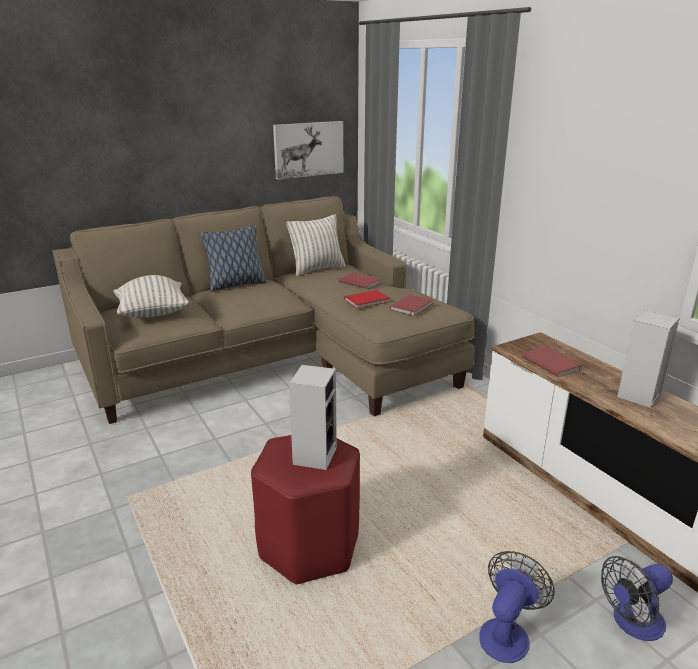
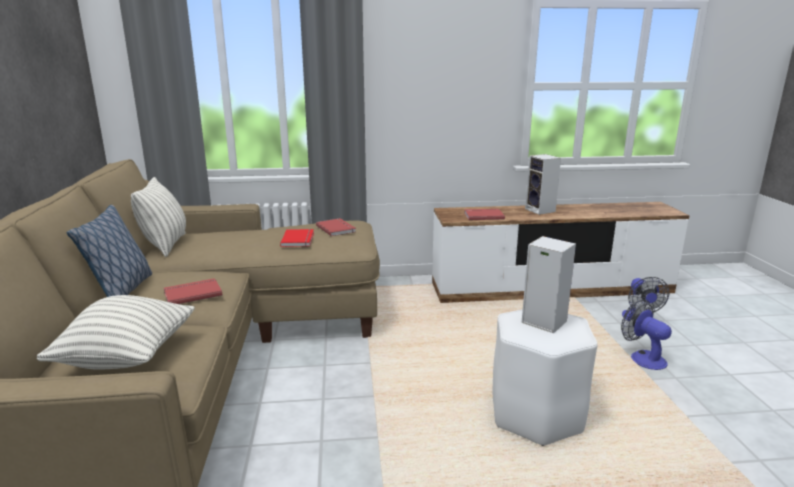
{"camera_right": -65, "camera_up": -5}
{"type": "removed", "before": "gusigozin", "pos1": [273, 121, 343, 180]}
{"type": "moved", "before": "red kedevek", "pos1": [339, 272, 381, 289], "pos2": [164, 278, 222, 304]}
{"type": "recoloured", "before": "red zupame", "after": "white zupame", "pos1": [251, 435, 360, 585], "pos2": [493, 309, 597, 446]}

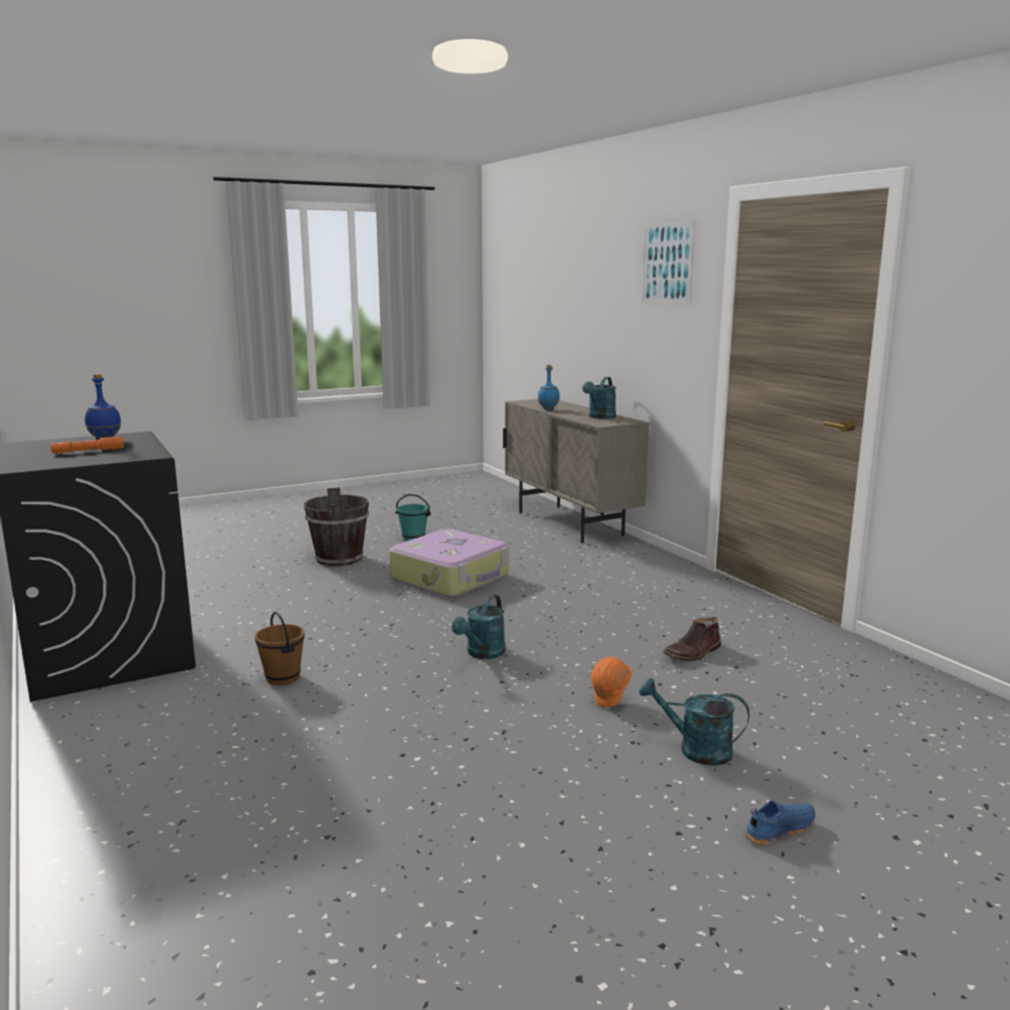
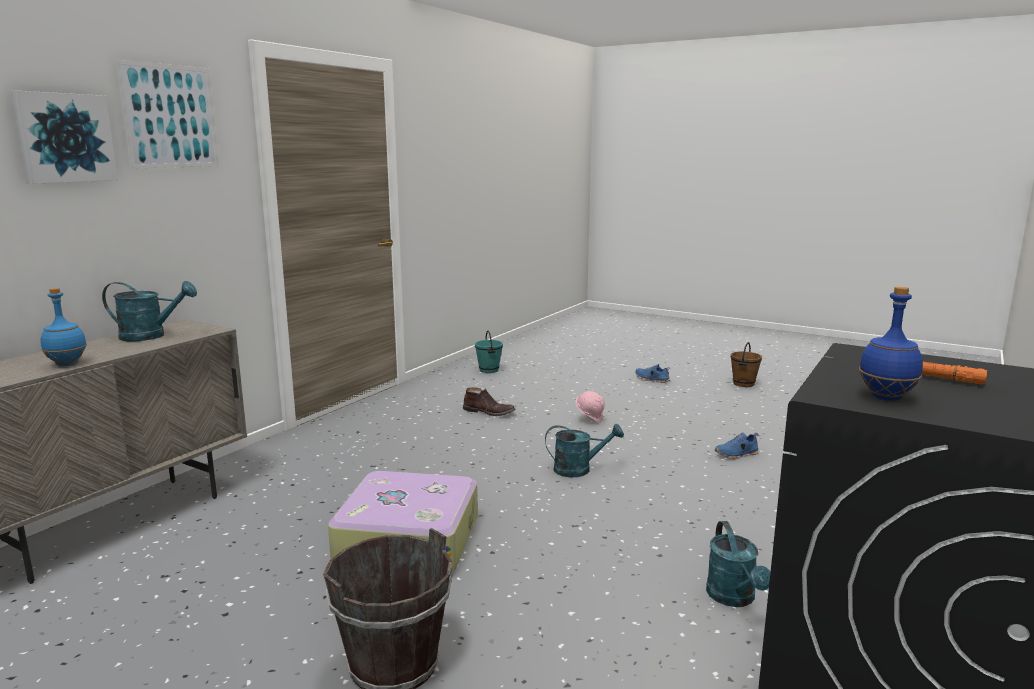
{"camera_right": -120, "camera_up": 0}
{"type": "moved", "before": "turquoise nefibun", "pos1": [395, 494, 431, 541], "pos2": [475, 331, 503, 373]}
{"type": "moved", "before": "brown nefibun", "pos1": [254, 612, 305, 685], "pos2": [731, 342, 762, 387]}
{"type": "recoloured", "before": "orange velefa", "after": "pink velefa", "pos1": [591, 657, 632, 708], "pos2": [575, 391, 605, 423]}
{"type": "moved", "before": "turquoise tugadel", "pos1": [639, 678, 750, 766], "pos2": [706, 521, 770, 607]}
{"type": "added", "after": "gusigozin", "pos2": [11, 91, 118, 184]}
{"type": "added", "after": "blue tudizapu", "pos2": [715, 432, 759, 459]}

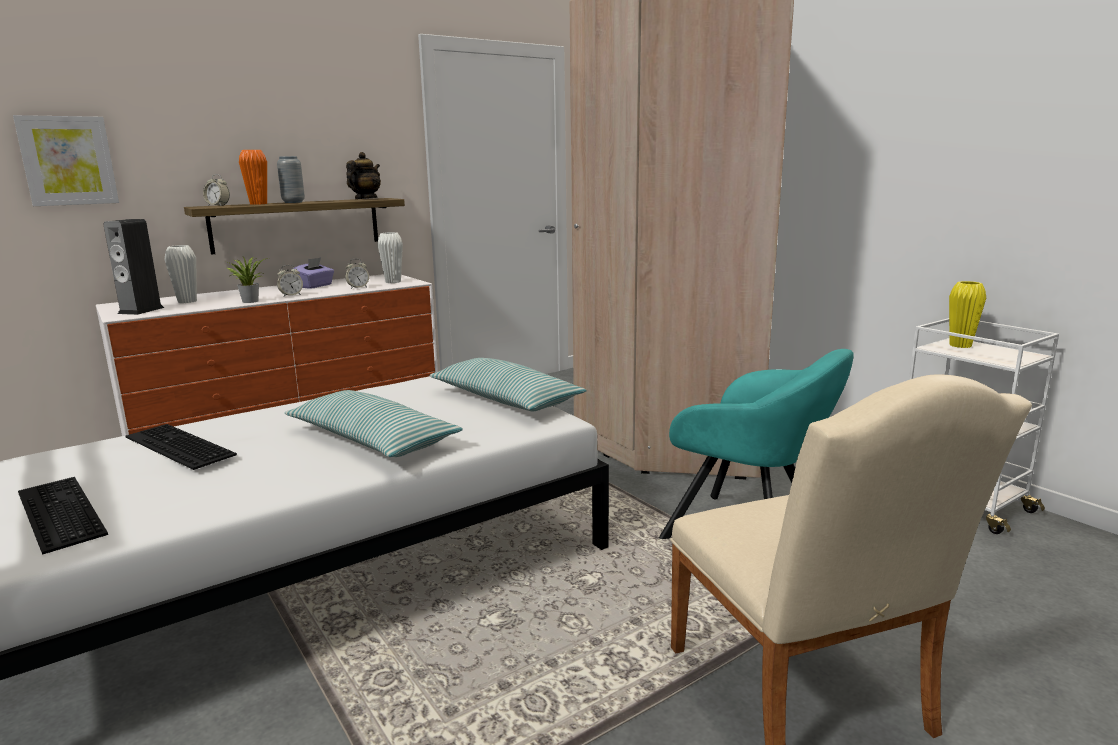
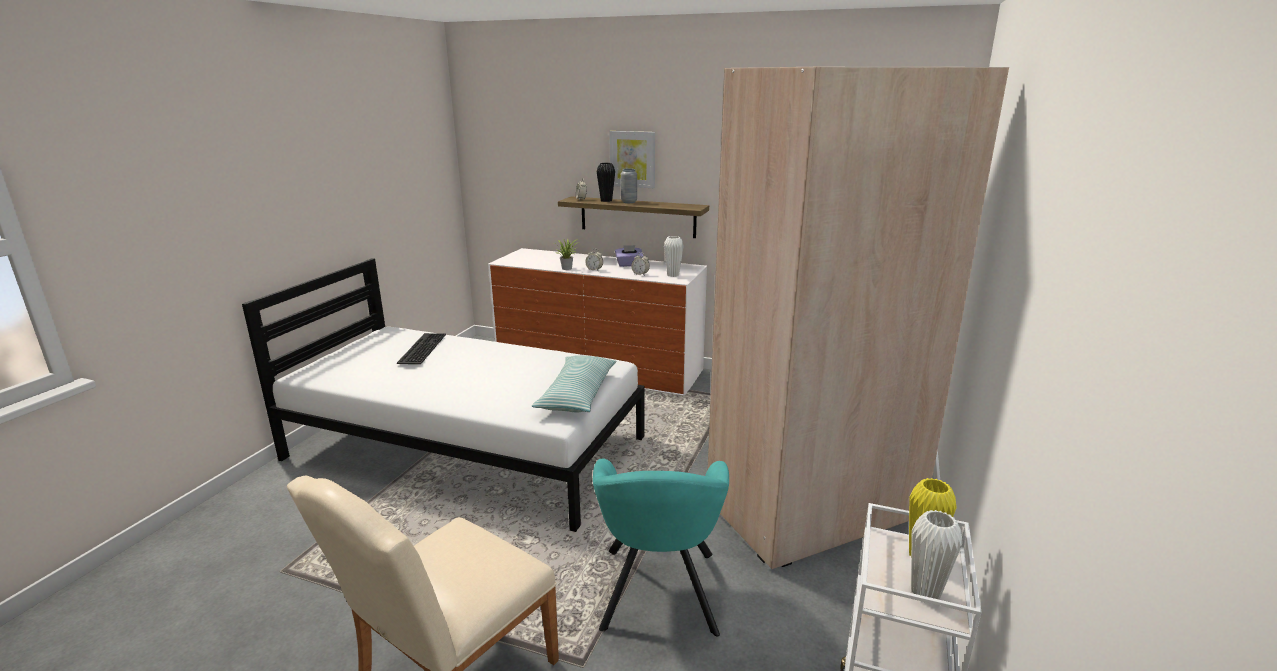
{"camera_right": 55, "camera_up": 5}
{"type": "moved", "before": "gusigozin", "pos1": [13, 115, 119, 206], "pos2": [609, 131, 655, 188]}
{"type": "recoloured", "before": "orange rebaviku", "after": "black rebaviku", "pos1": [239, 150, 267, 205], "pos2": [597, 163, 615, 202]}
{"type": "removed", "before": "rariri", "pos1": [346, 152, 381, 199]}
{"type": "removed", "before": "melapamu", "pos1": [103, 219, 164, 315]}
{"type": "moved", "before": "white rebaviku", "pos1": [164, 245, 197, 303], "pos2": [911, 510, 963, 600]}
{"type": "removed", "before": "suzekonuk", "pos1": [285, 390, 463, 457]}
{"type": "removed", "before": "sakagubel", "pos1": [18, 477, 108, 555]}

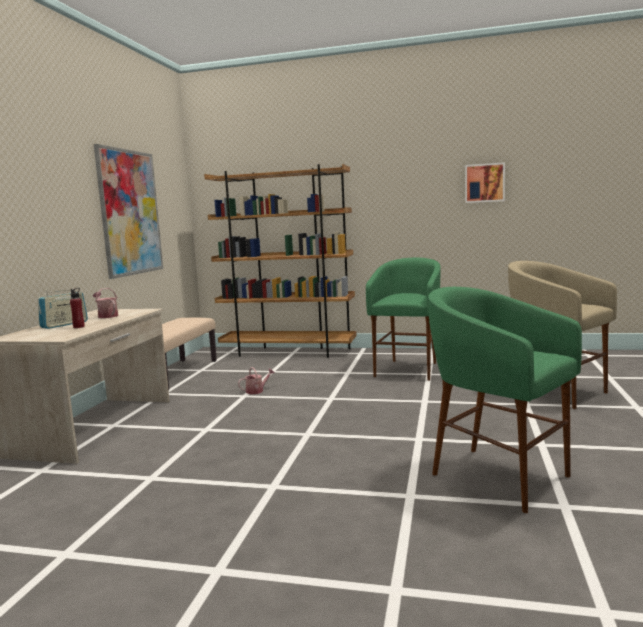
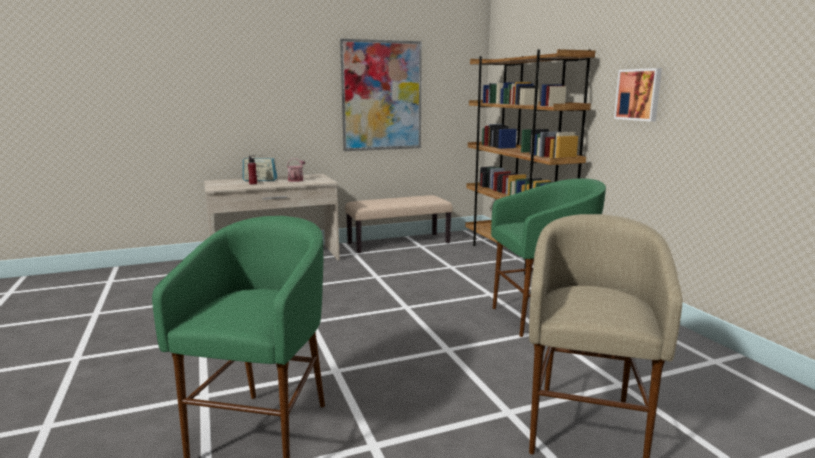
{"camera_right": 55, "camera_up": 5}
{"type": "moved", "before": "gusigozin", "pos1": [465, 162, 505, 203], "pos2": [614, 68, 662, 122]}
{"type": "removed", "before": "tugadel", "pos1": [238, 367, 275, 394]}

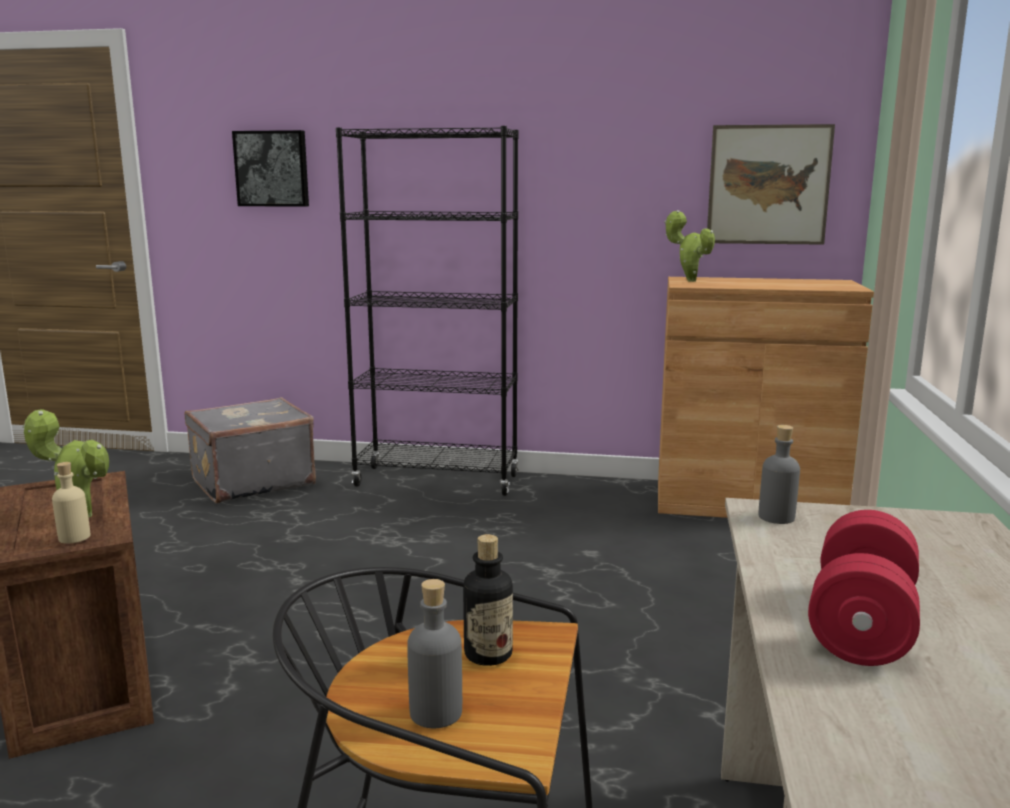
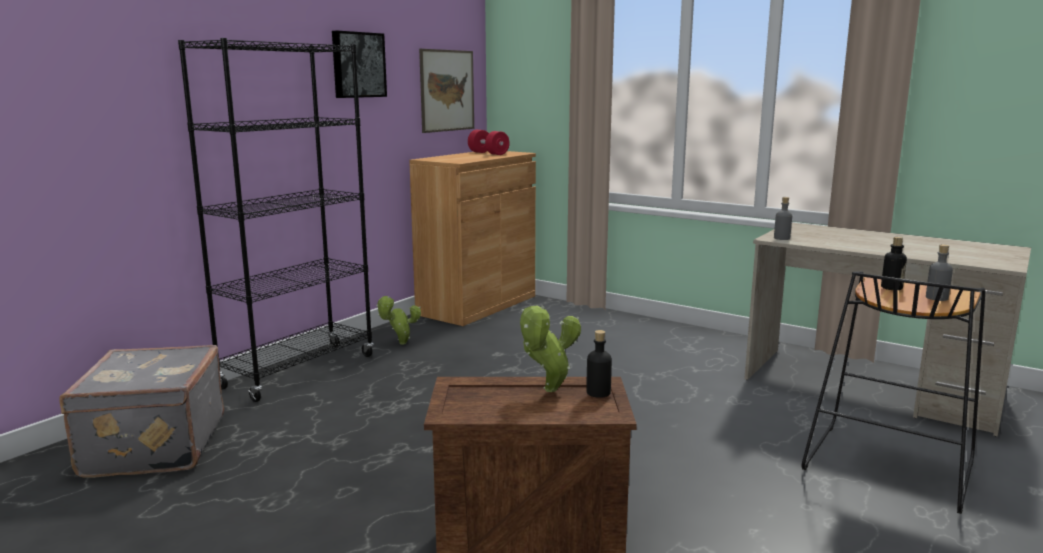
{"camera_right": -65, "camera_up": 0}
{"type": "moved", "before": "gusigozin", "pos1": [232, 130, 309, 207], "pos2": [332, 31, 387, 98]}
{"type": "moved", "before": "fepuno", "pos1": [665, 210, 715, 282], "pos2": [376, 296, 421, 345]}
{"type": "recoloured", "before": "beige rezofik", "after": "black rezofik", "pos1": [52, 462, 91, 544], "pos2": [586, 330, 612, 398]}
{"type": "moved", "before": "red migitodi", "pos1": [808, 510, 920, 666], "pos2": [468, 130, 510, 155]}

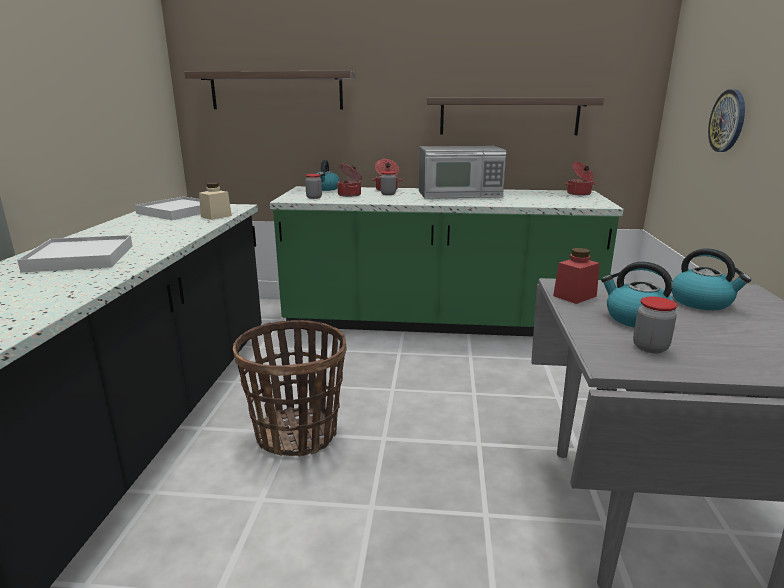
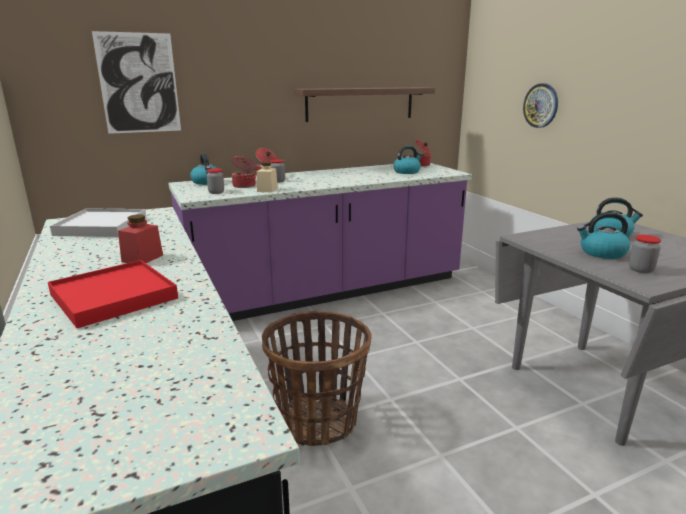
{"camera_right": -30, "camera_up": 0}
{"type": "replaced", "before": "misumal", "after": "gusigozin", "pos1": [184, 71, 355, 109], "pos2": [92, 31, 181, 134]}
{"type": "removed", "before": "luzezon", "pos1": [419, 146, 506, 199]}
{"type": "moved", "before": "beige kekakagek", "pos1": [199, 183, 232, 220], "pos2": [257, 162, 278, 192]}
{"type": "recoloured", "before": "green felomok", "after": "purple felomok", "pos1": [270, 186, 624, 337], "pos2": [168, 163, 472, 321]}
{"type": "recoloured", "before": "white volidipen", "after": "red volidipen", "pos1": [17, 235, 133, 272], "pos2": [48, 260, 178, 328]}
{"type": "moved", "before": "red kekakagek", "pos1": [553, 248, 600, 304], "pos2": [118, 214, 163, 263]}
{"type": "added", "after": "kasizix", "pos2": [393, 146, 422, 174]}

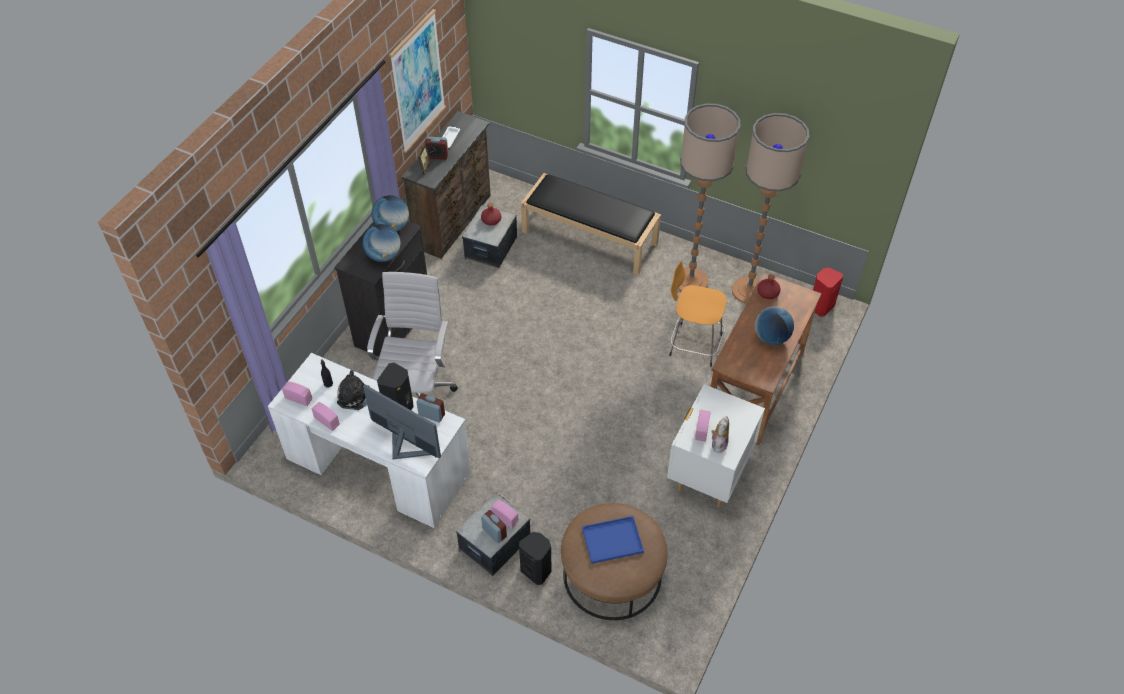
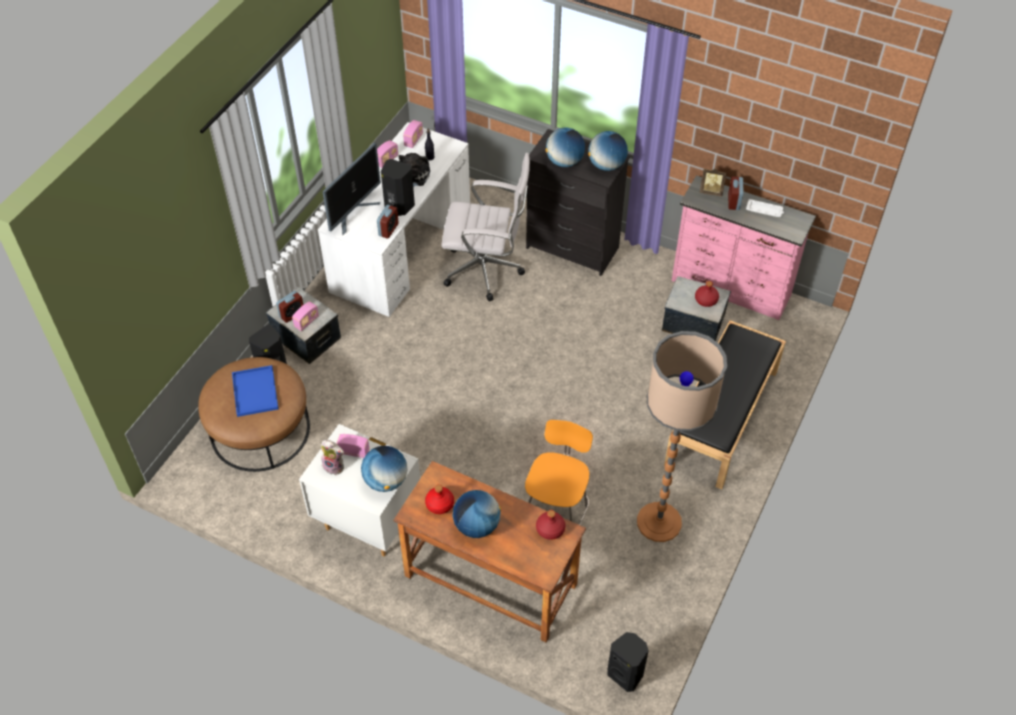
{"camera_right": 90, "camera_up": 0}
{"type": "removed", "before": "gusigozin", "pos1": [389, 9, 446, 153]}
{"type": "recoloured", "before": "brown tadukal", "after": "pink tadukal", "pos1": [401, 111, 491, 259], "pos2": [672, 175, 816, 320]}
{"type": "removed", "before": "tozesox", "pos1": [732, 113, 809, 304]}
{"type": "recoloured", "before": "red melapamu", "after": "black melapamu", "pos1": [813, 267, 843, 316], "pos2": [607, 632, 649, 692]}
{"type": "added", "after": "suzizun", "pos2": [361, 446, 407, 492]}
{"type": "added", "after": "red rezofik", "pos2": [425, 485, 454, 514]}

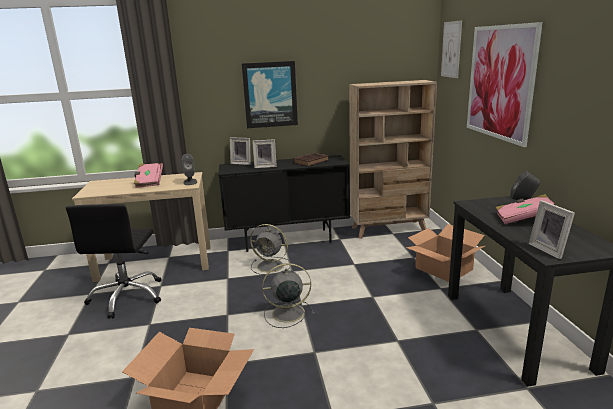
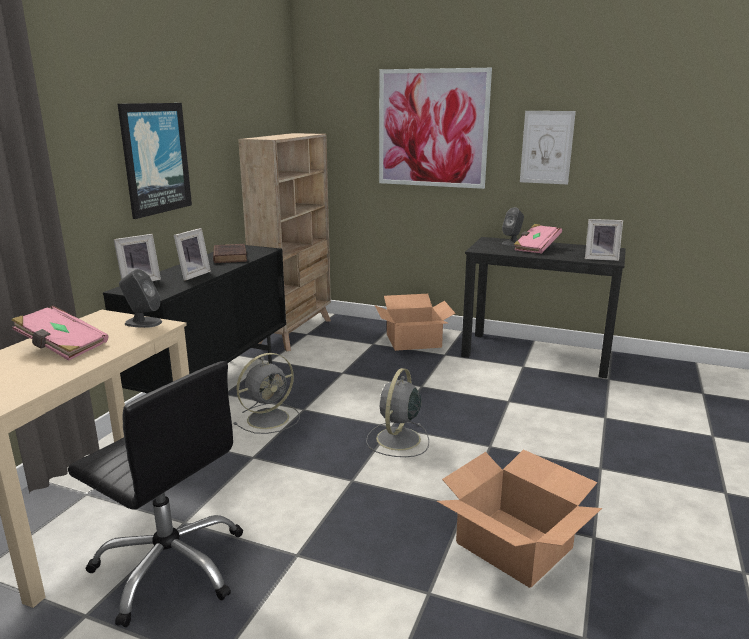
{"camera_right": -60, "camera_up": 0}
{"type": "moved", "before": "gusigozin", "pos1": [441, 20, 462, 78], "pos2": [520, 111, 576, 185]}

